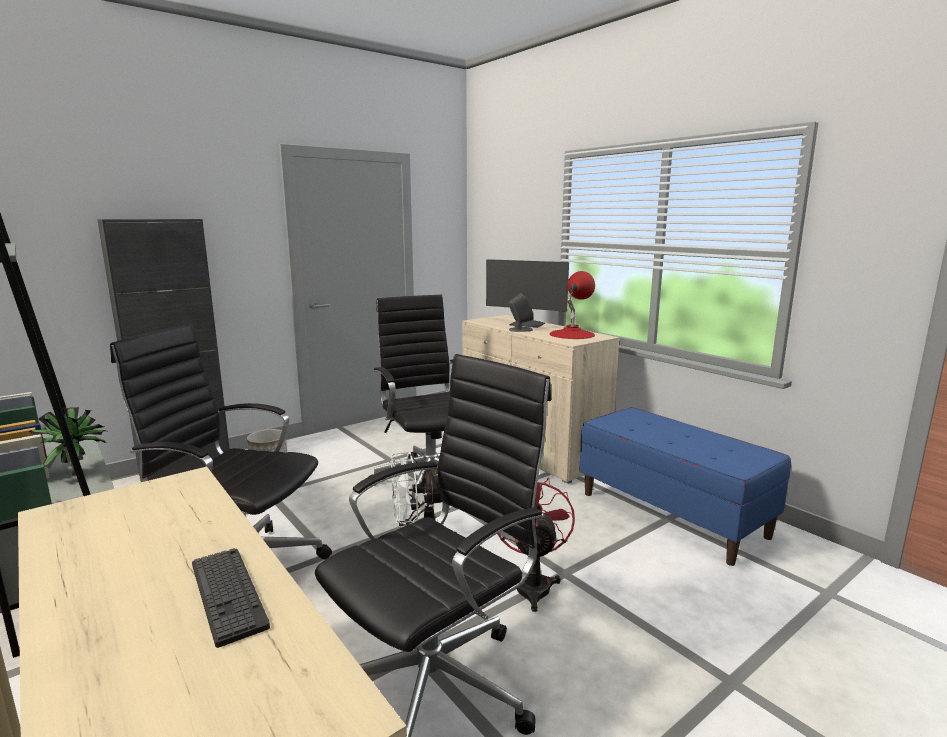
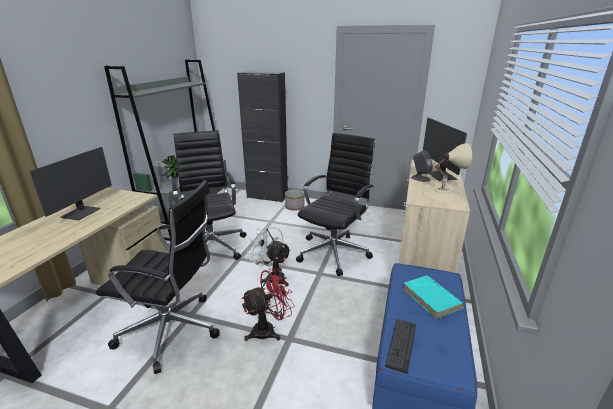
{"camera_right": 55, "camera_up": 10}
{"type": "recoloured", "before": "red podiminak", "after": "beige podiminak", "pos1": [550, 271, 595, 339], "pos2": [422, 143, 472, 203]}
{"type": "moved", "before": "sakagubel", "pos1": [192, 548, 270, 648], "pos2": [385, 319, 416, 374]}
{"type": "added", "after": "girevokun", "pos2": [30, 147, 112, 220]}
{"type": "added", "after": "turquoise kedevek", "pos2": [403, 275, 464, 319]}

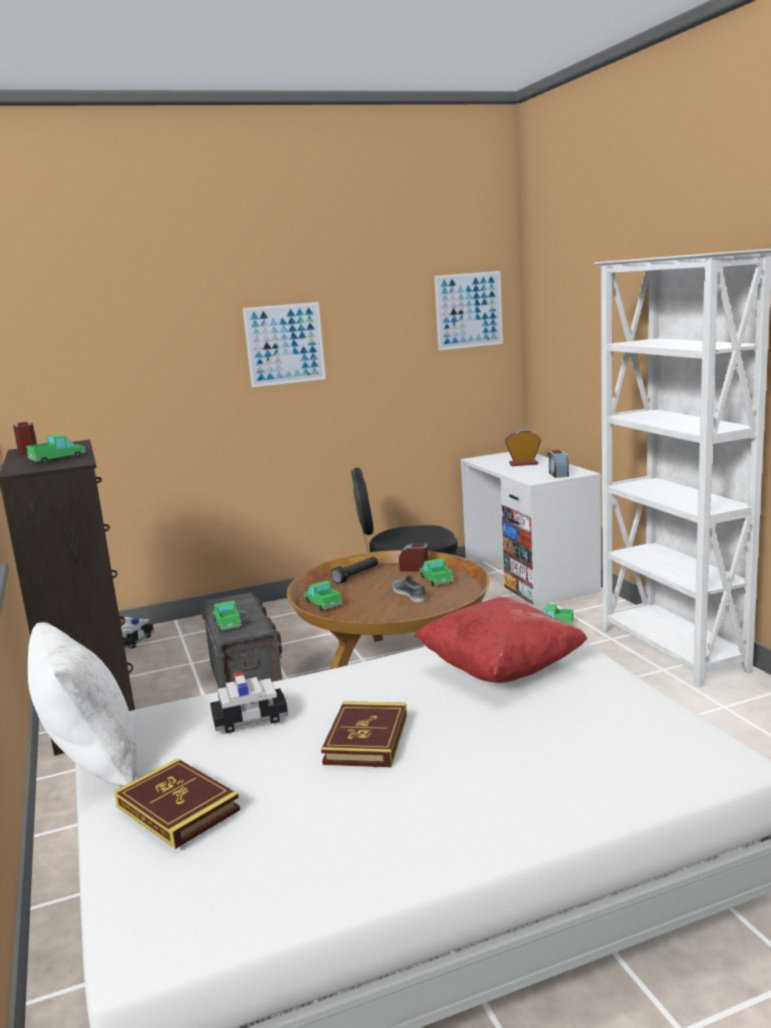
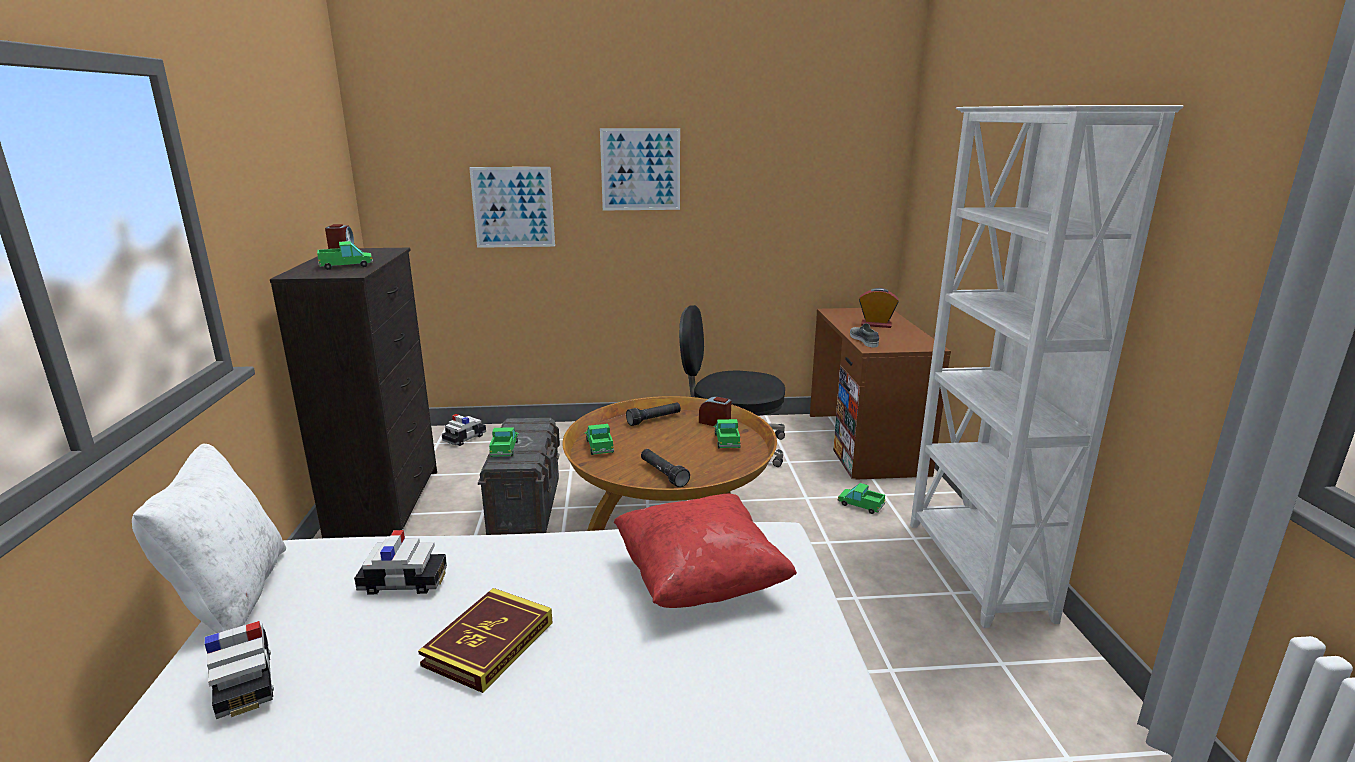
{"camera_right": 15, "camera_up": 5}
{"type": "moved", "before": "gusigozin", "pos1": [434, 271, 503, 350], "pos2": [469, 167, 555, 248]}
{"type": "removed", "before": "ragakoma", "pos1": [549, 450, 569, 478]}
{"type": "recoloured", "before": "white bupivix", "after": "brown bupivix", "pos1": [461, 452, 601, 606], "pos2": [810, 308, 951, 480]}
{"type": "moved", "before": "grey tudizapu", "pos1": [392, 576, 426, 602], "pos2": [850, 323, 879, 347]}
{"type": "replaced", "before": "kedevek", "after": "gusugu", "pos1": [114, 758, 240, 849], "pos2": [205, 621, 274, 719]}
{"type": "added", "after": "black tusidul", "pos2": [641, 449, 690, 488]}

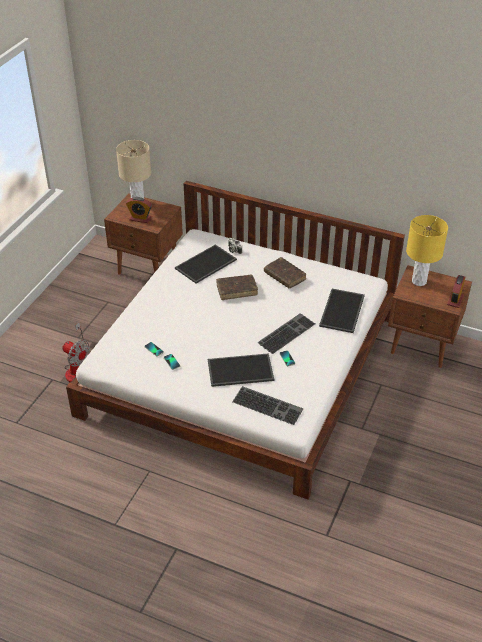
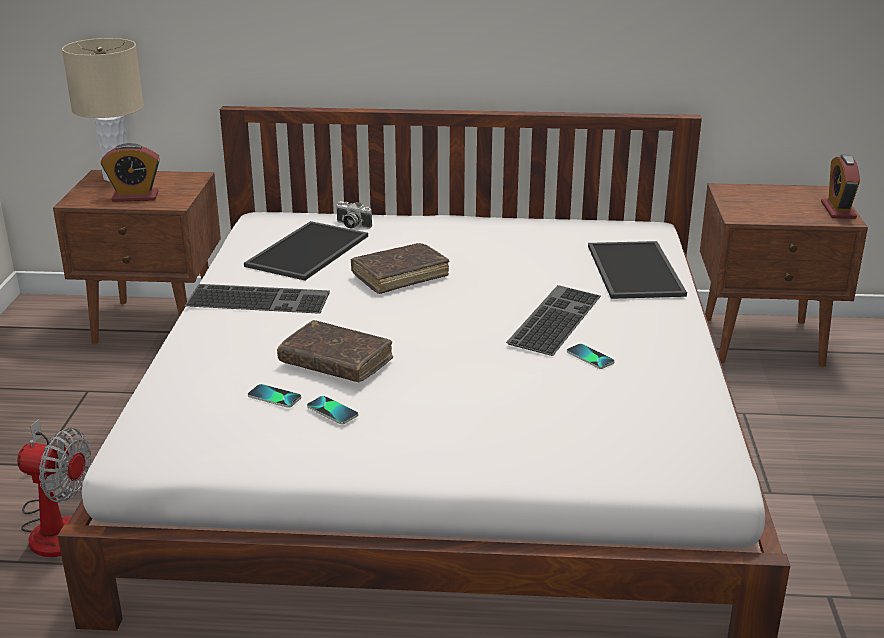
{"camera_right": -20, "camera_up": -15}
{"type": "removed", "before": "yellow podiminak", "pos1": [406, 215, 448, 286]}
{"type": "moved", "before": "brown kedevek", "pos1": [264, 257, 306, 288], "pos2": [277, 320, 393, 382]}
{"type": "removed", "before": "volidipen", "pos1": [208, 353, 274, 387]}
{"type": "moved", "before": "sakagubel", "pos1": [232, 386, 303, 425], "pos2": [185, 284, 330, 314]}

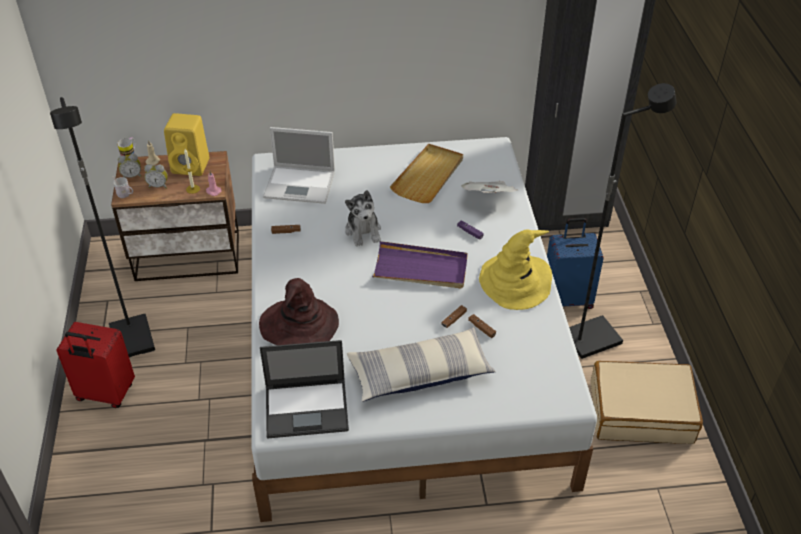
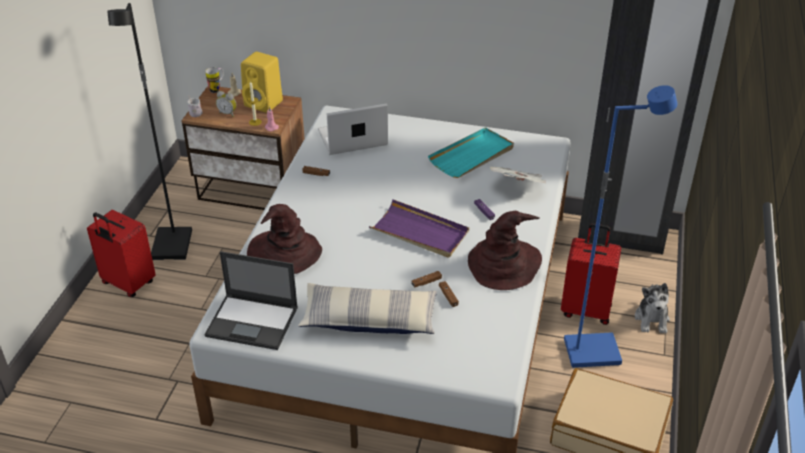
{"camera_right": 20, "camera_up": -5}
{"type": "recoloured", "before": "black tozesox", "after": "blue tozesox", "pos1": [569, 83, 677, 359], "pos2": [564, 85, 677, 368]}
{"type": "turned", "before": "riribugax", "pos1": [263, 127, 335, 204], "pos2": [318, 103, 388, 155], "turn": 135}
{"type": "recoloured", "before": "beige volidipen", "after": "turquoise volidipen", "pos1": [390, 144, 463, 203], "pos2": [428, 127, 514, 178]}
{"type": "removed", "before": "ragakoma", "pos1": [118, 154, 142, 178]}
{"type": "moved", "before": "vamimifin", "pos1": [345, 190, 381, 246], "pos2": [635, 283, 670, 333]}
{"type": "recoloured", "before": "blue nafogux", "after": "red nafogux", "pos1": [547, 218, 604, 309], "pos2": [561, 223, 621, 325]}
{"type": "recoloured", "before": "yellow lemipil", "after": "brown lemipil", "pos1": [479, 229, 552, 310], "pos2": [468, 211, 542, 290]}

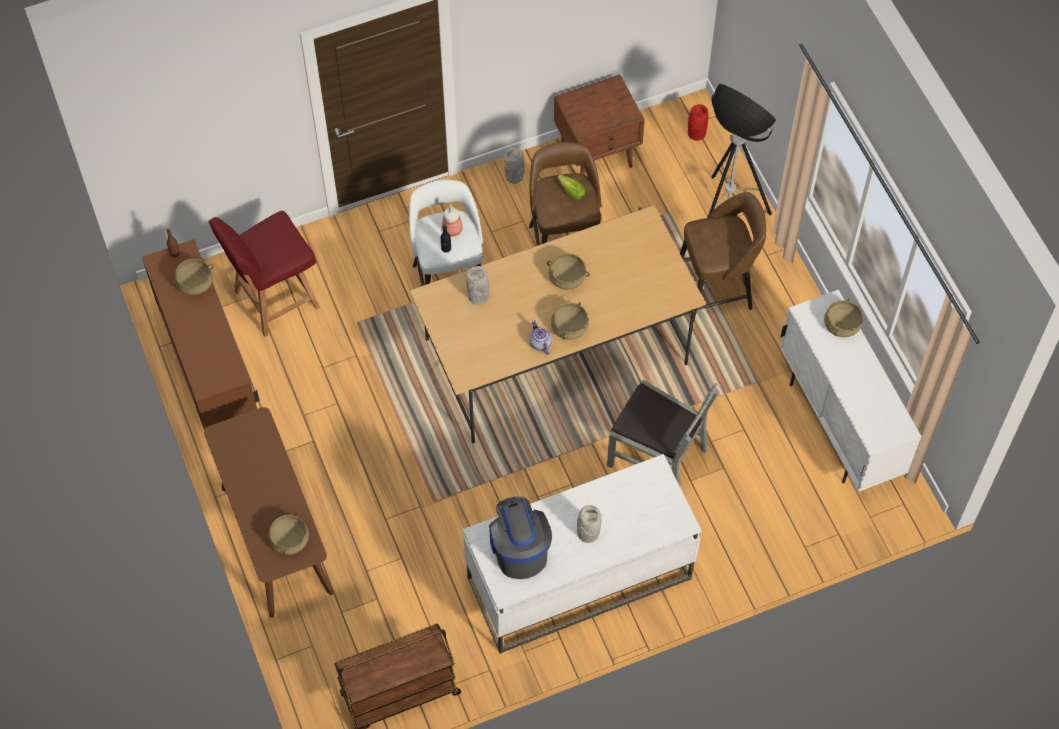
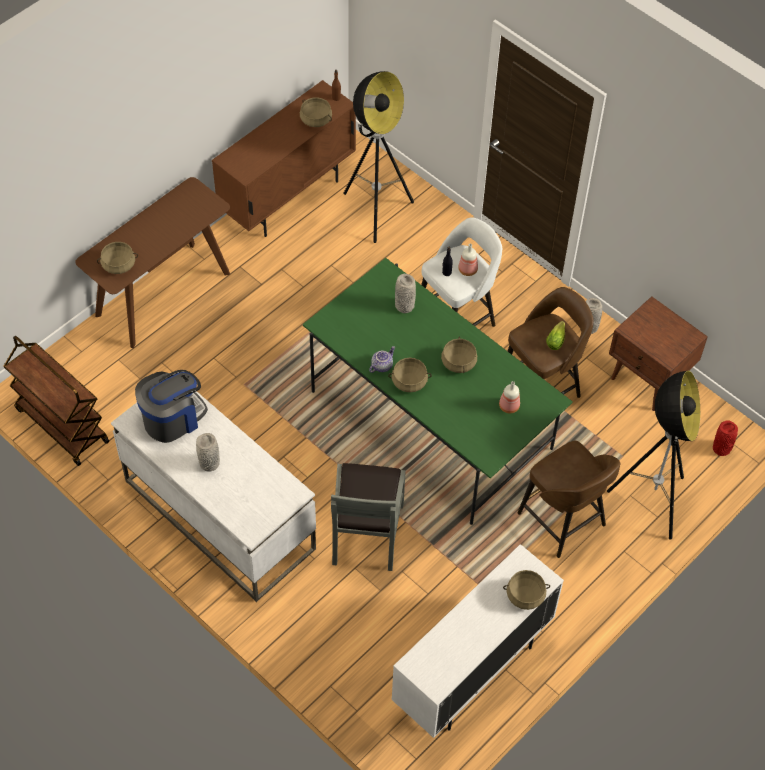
{"camera_right": 65, "camera_up": -5}
{"type": "recoloured", "before": "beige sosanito", "after": "green sosanito", "pos1": [410, 205, 706, 443], "pos2": [303, 258, 573, 525]}
{"type": "replaced", "before": "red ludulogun", "after": "tozesox", "pos1": [209, 211, 320, 337], "pos2": [343, 71, 414, 243]}
{"type": "added", "after": "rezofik", "pos2": [499, 381, 520, 413]}

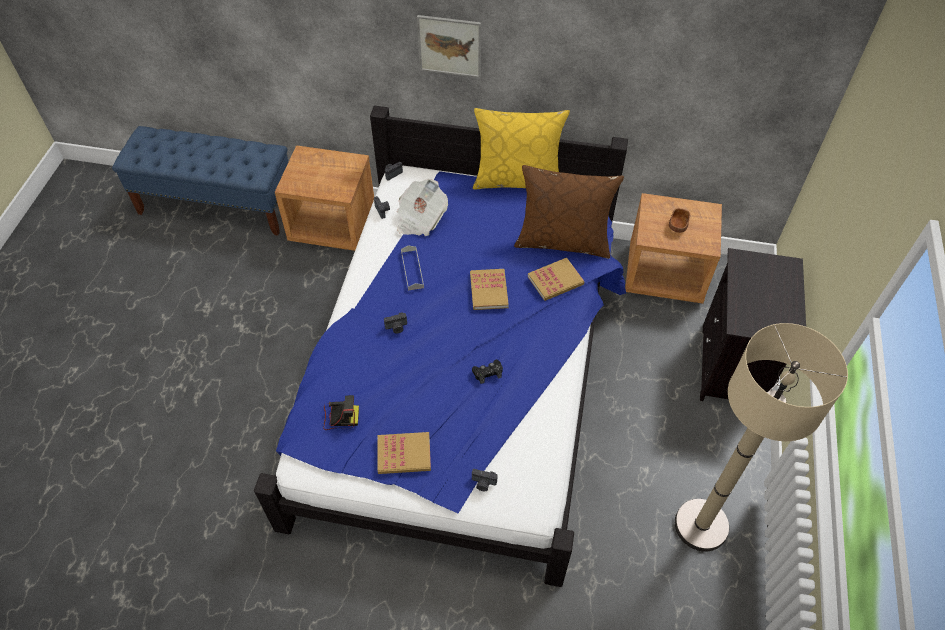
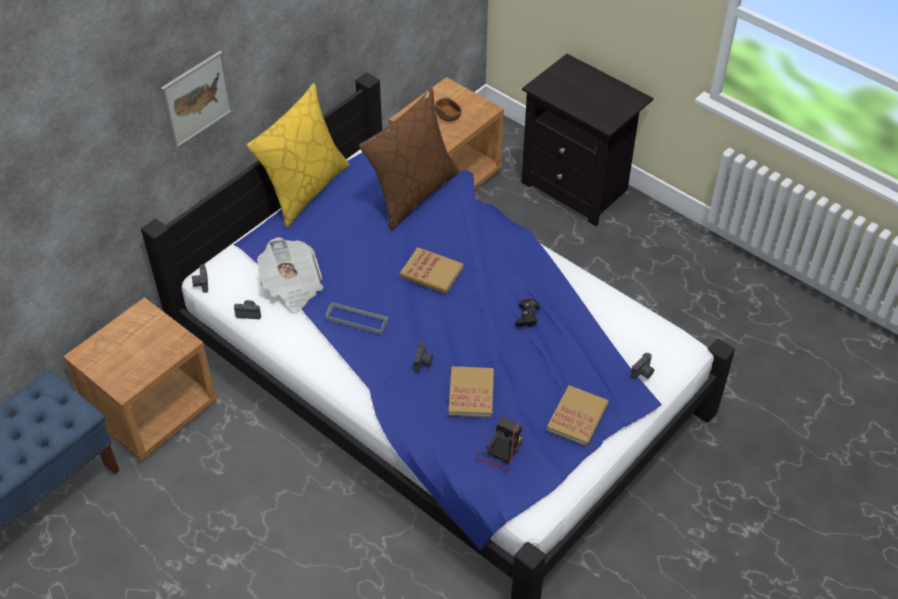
{"camera_right": -60, "camera_up": -5}
{"type": "moved", "before": "kedevek", "pos1": [528, 258, 584, 301], "pos2": [449, 366, 494, 418]}
{"type": "removed", "before": "beige tozesox", "pos1": [675, 323, 848, 552]}

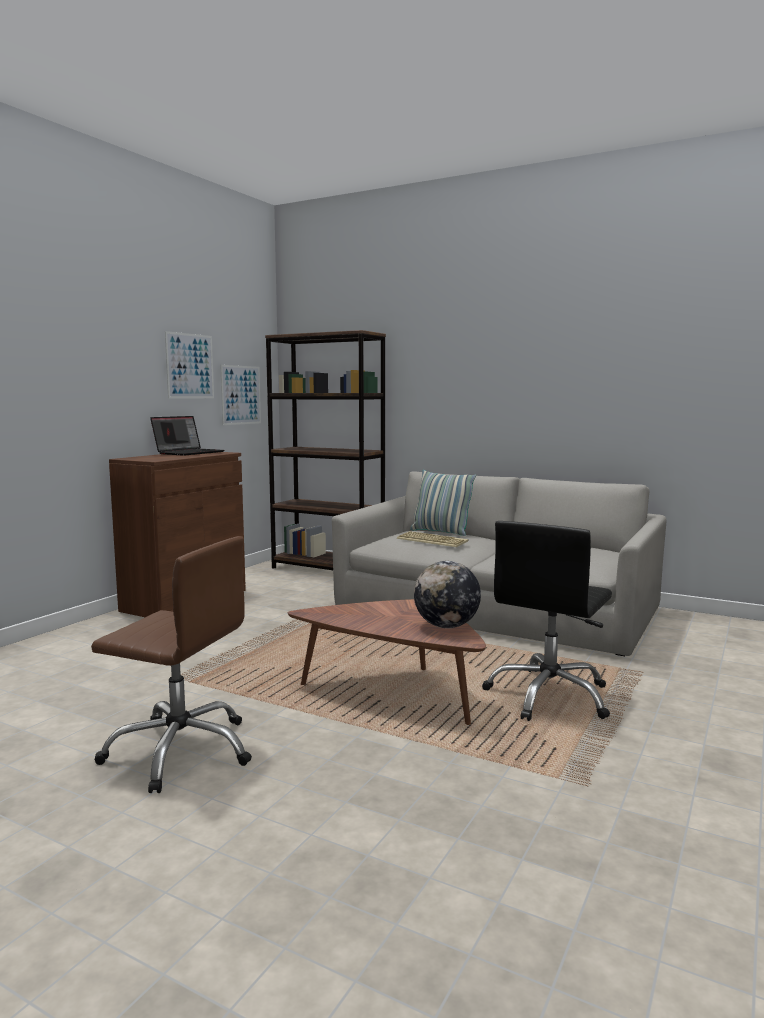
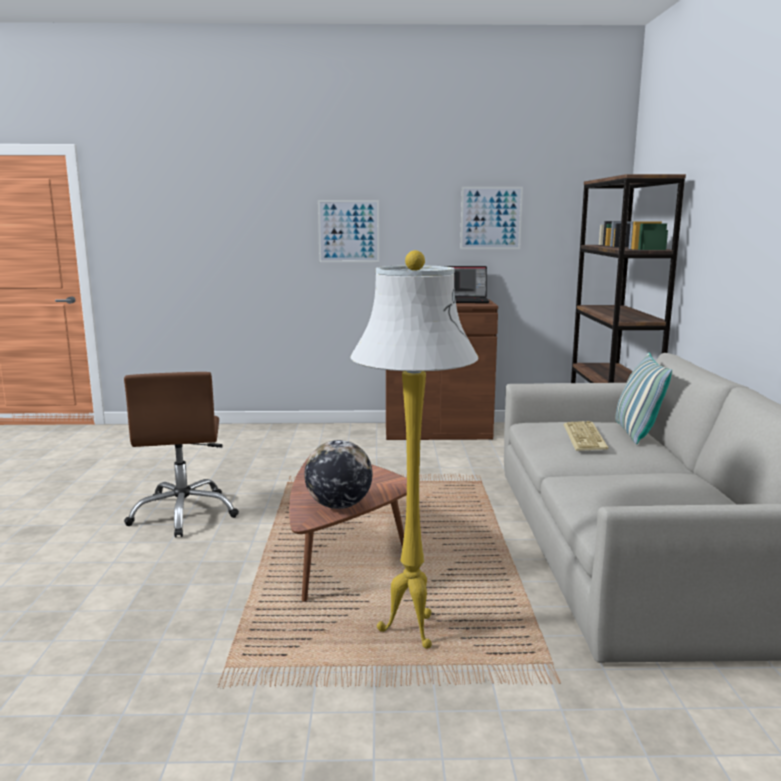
{"camera_right": 60, "camera_up": 5}
{"type": "moved", "before": "gusigozin", "pos1": [220, 365, 261, 425], "pos2": [318, 200, 379, 262]}
{"type": "replaced", "before": "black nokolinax", "after": "white tozesox", "pos1": [482, 521, 612, 721], "pos2": [351, 250, 478, 649]}

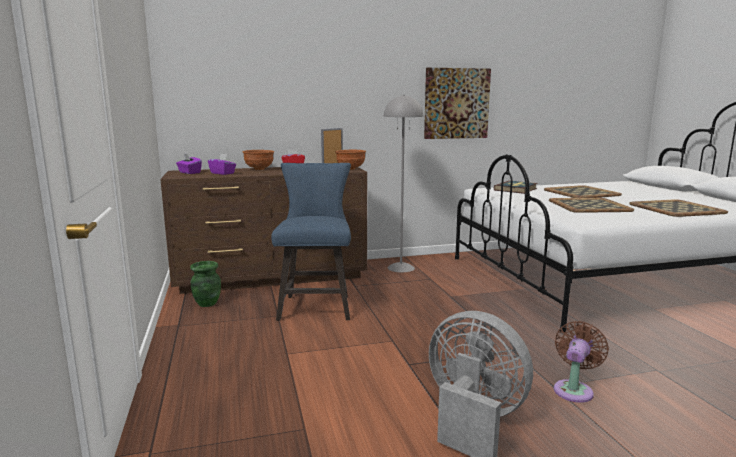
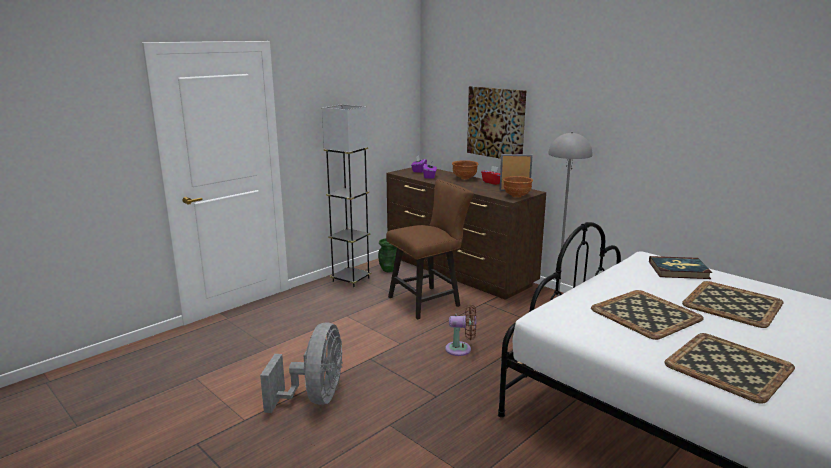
{"camera_right": 60, "camera_up": 5}
{"type": "moved", "before": "gusigozin", "pos1": [424, 68, 491, 139], "pos2": [467, 86, 526, 159]}
{"type": "recoloured", "before": "blue ludulogun", "after": "brown ludulogun", "pos1": [271, 163, 351, 321], "pos2": [386, 179, 474, 320]}
{"type": "moved", "before": "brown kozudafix", "pos1": [554, 321, 609, 403], "pos2": [445, 305, 476, 356]}
{"type": "added", "after": "grey tozesox", "pos2": [322, 104, 371, 287]}

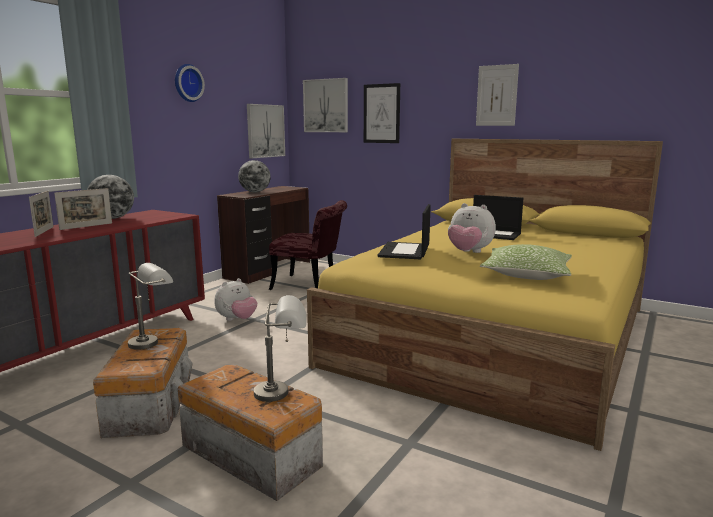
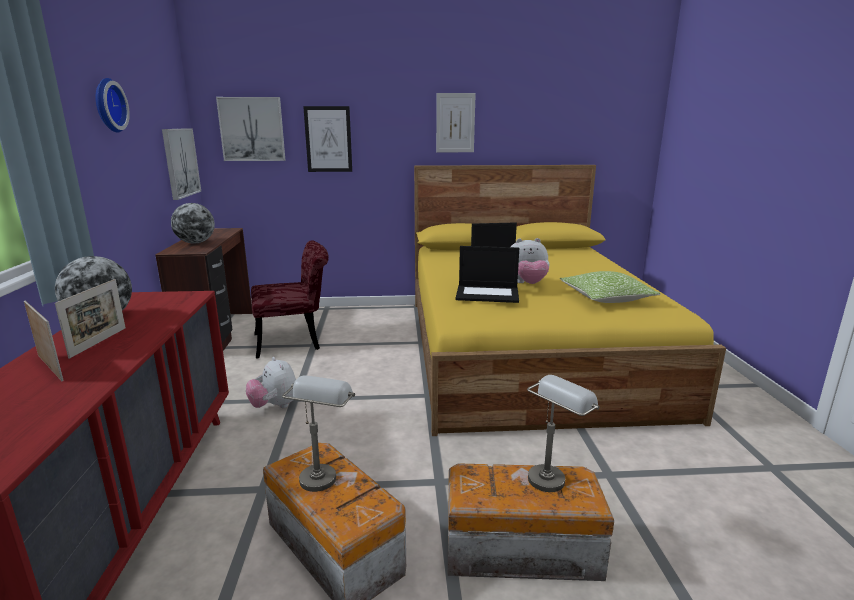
{"camera_right": -35, "camera_up": 5}
{"type": "turned", "before": "riribugax", "pos1": [378, 204, 431, 259], "pos2": [456, 246, 519, 303], "turn": -60}
{"type": "turned", "before": "vamimifin", "pos1": [214, 278, 257, 321], "pos2": [246, 357, 296, 408], "turn": 135}

